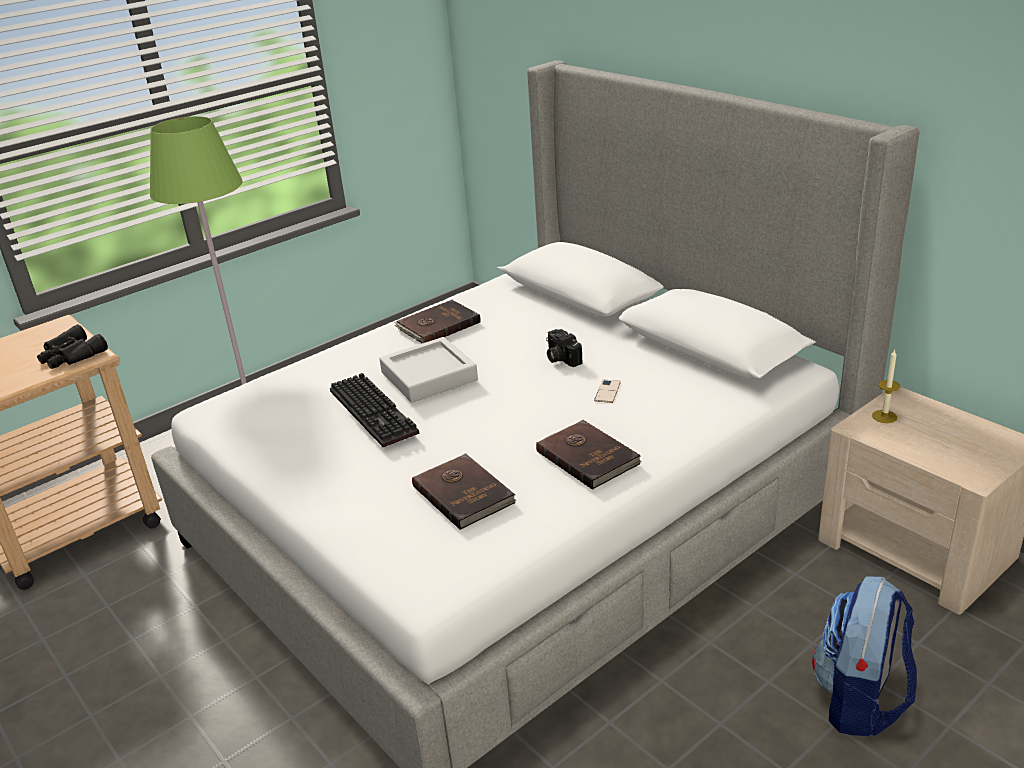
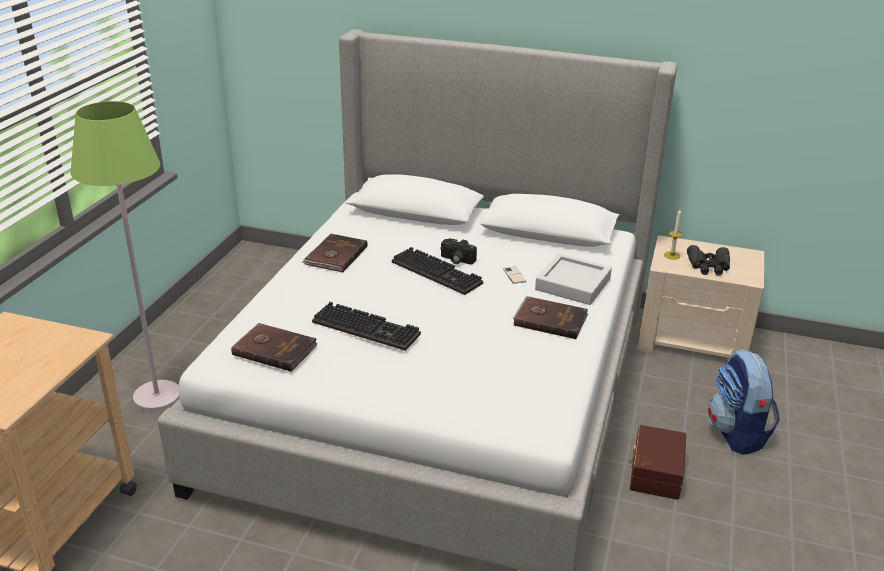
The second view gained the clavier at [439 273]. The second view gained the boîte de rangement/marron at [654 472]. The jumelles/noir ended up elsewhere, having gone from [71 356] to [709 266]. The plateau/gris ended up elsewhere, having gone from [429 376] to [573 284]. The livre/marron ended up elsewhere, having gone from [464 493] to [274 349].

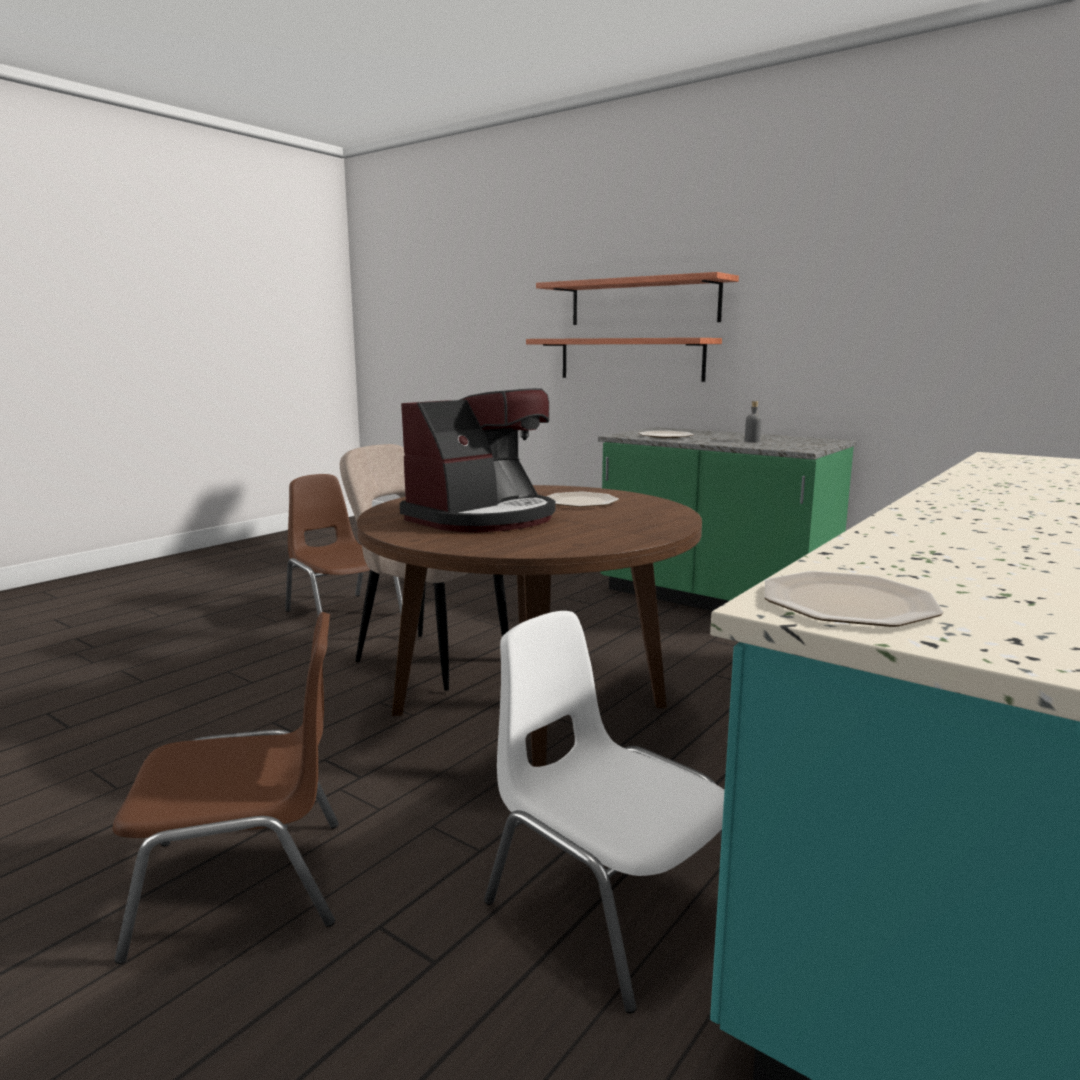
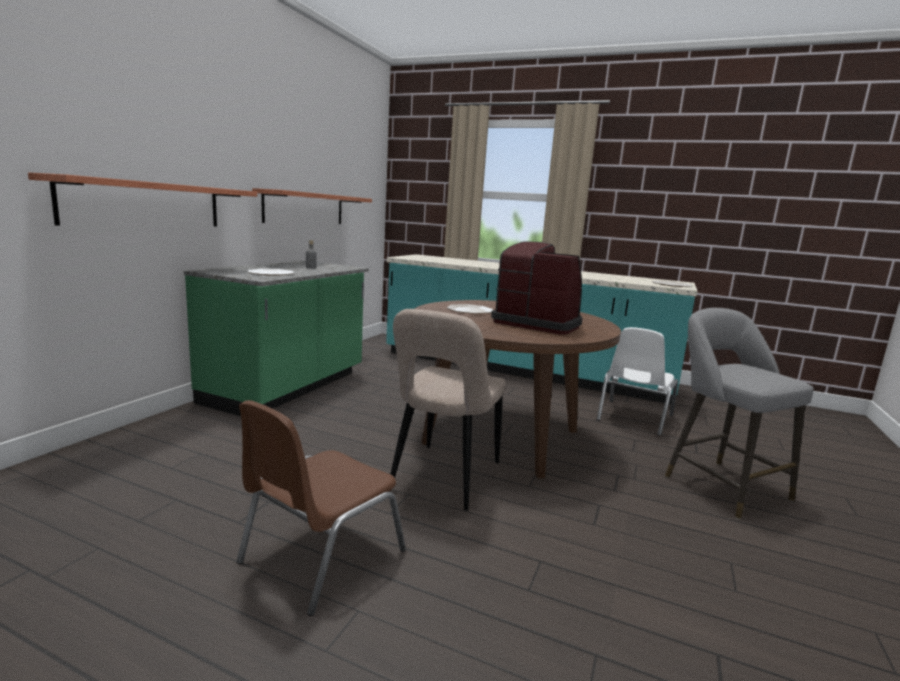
The étagère ended up elsewhere, having gone from [643 302] to [305 208]. Where the chaise/marron stood at [245 884], the tabouret/gris came to stand at [720 485].

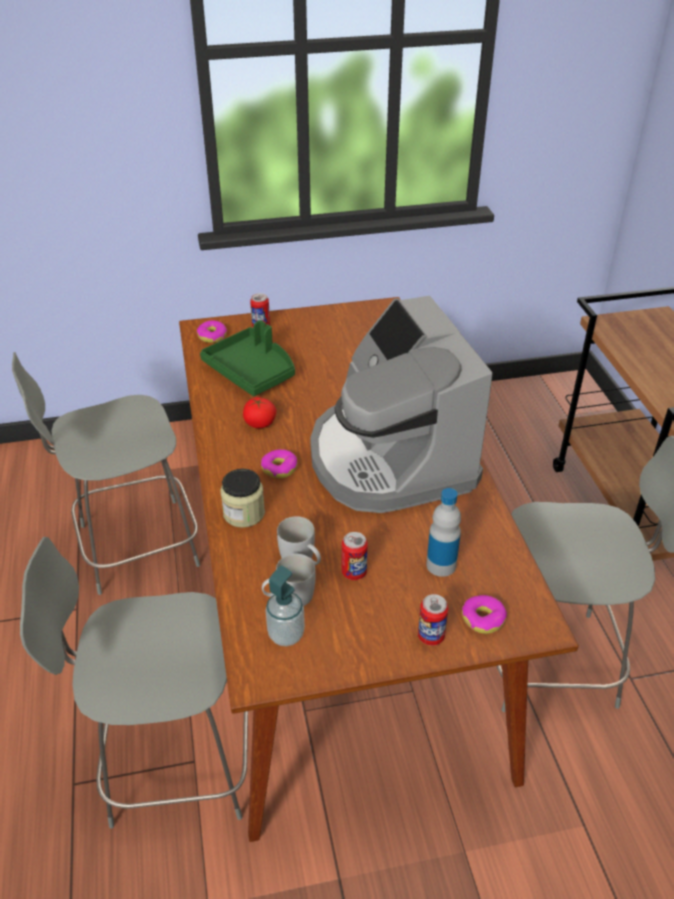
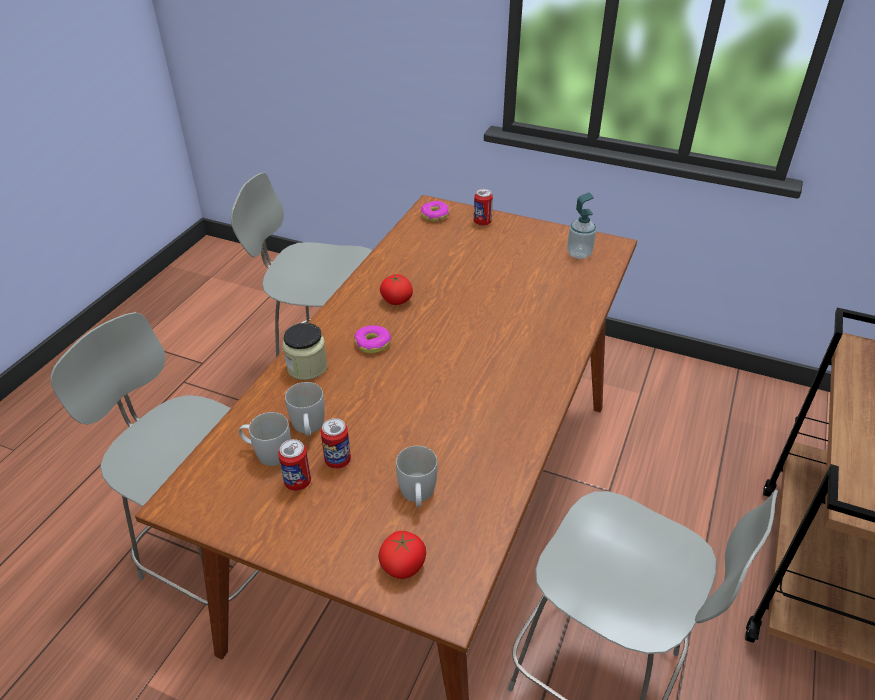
The second view lost the plateau/vert at [252 371]. The second view lost the machine à café at [390 459]. The distributeur de savon ended up elsewhere, having gone from [286 634] to [579 254]. The boîte métallique ended up elsewhere, having gone from [431 636] to [297 482]. Where the bouteille stood at [441 565], the mug/blanc came to stand at [417 495]. Where the beignet stood at [483 618], the tomate came to stand at [402 566].

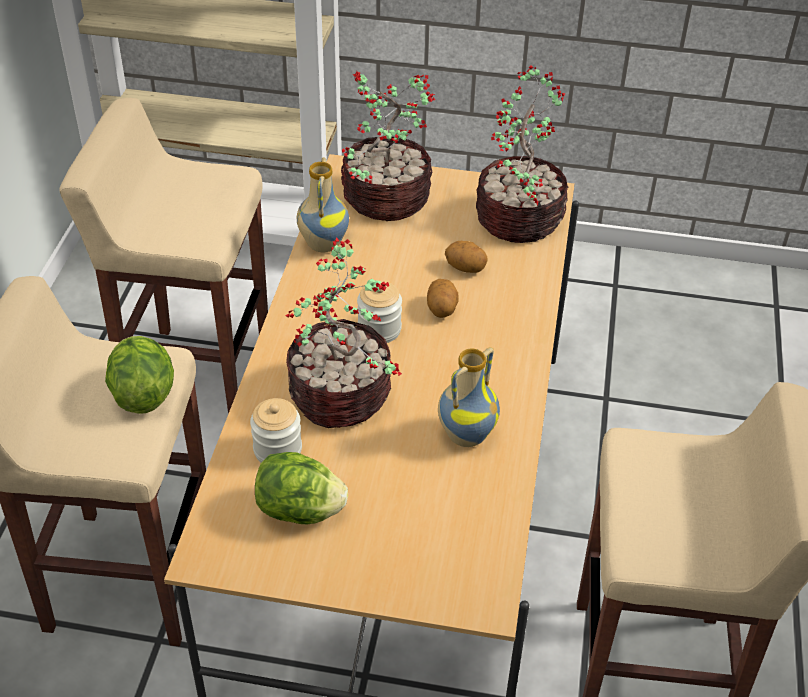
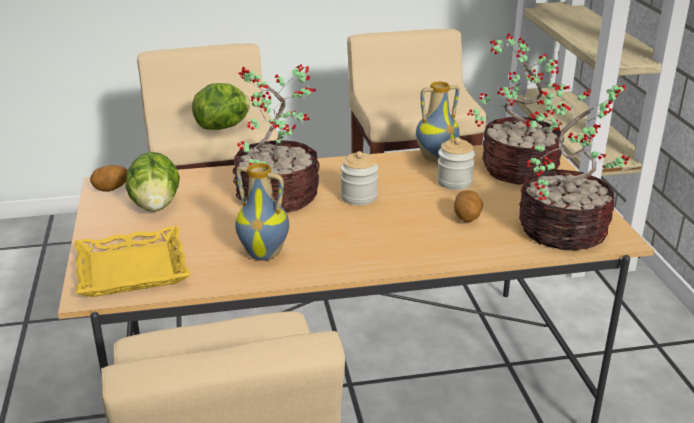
The second view gained the plateau/jaune at [132 269]. The bocal ended up elsewhere, having gone from [277 450] to [454 182]. The pomme de terre ended up elsewhere, having gone from [442 309] to [111 189].

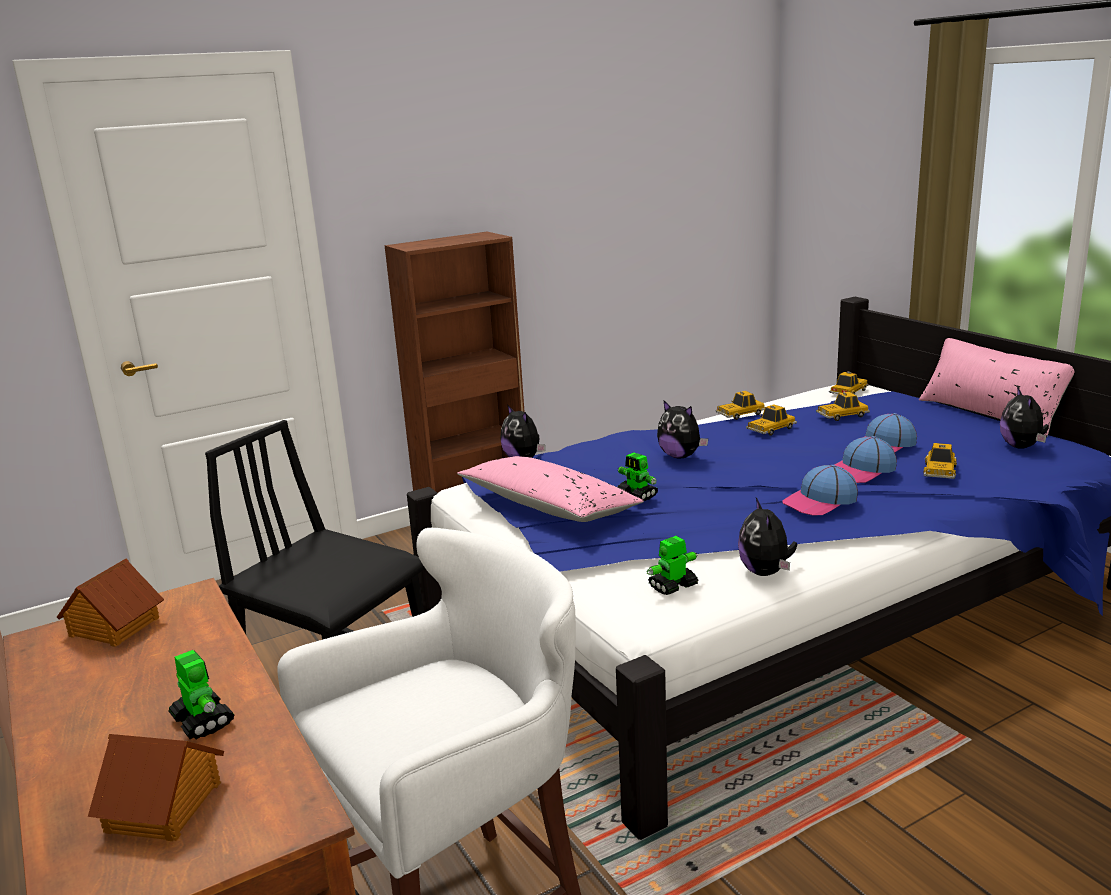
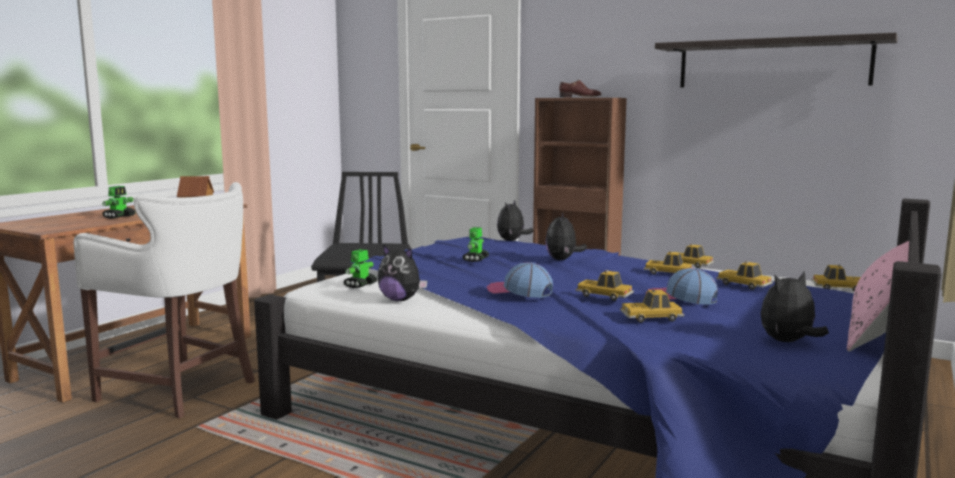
The second view lost the maison miniature at [165 806]. The second view lost the coussin/rose at [549 507]. The second view gained the chaussure/marron at [580 97]. The second view gained the étagère at [772 64]. Where the casquette stood at [861 471], the petite voiture came to stand at [604 296]. The robot jouet at [672 586] ended up facing another way, 90 degrees counterclockwise from before. The peluche at [766 572] ended up facing another way, 120 degrees counterclockwise from before.

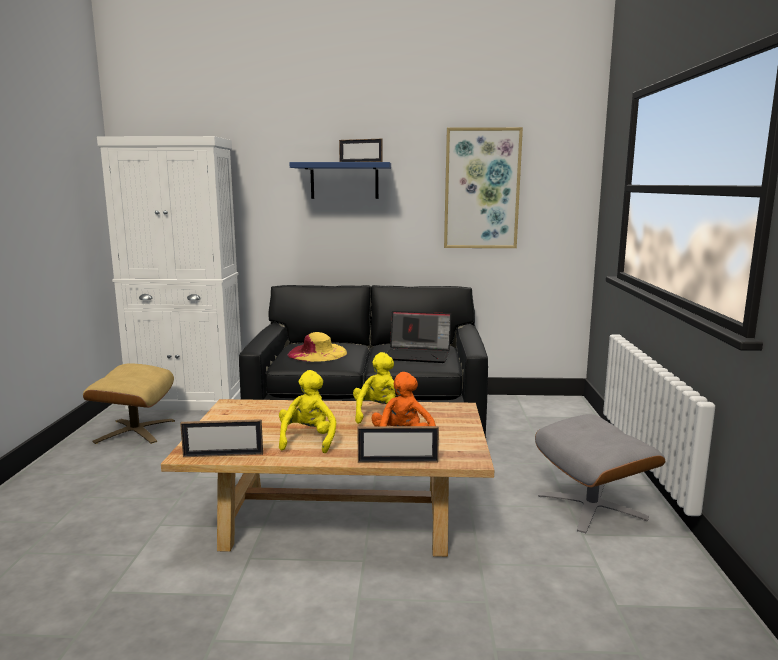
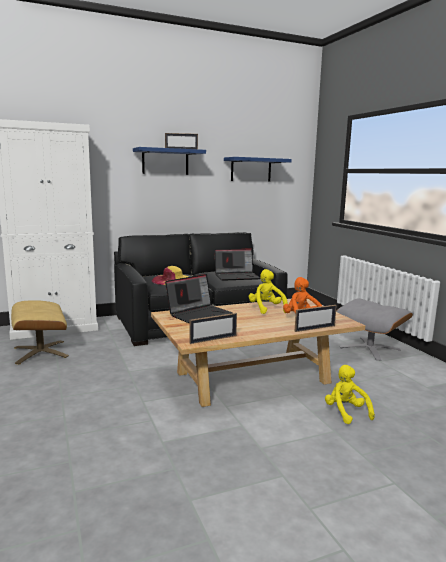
The second view gained the ordinateur portable at [199 314]. The peluche/jaune ended up elsewhere, having gone from [308 440] to [346 412]. Where the tableau hung at [482 189], the étagère/bleu came to hang at [251 169].

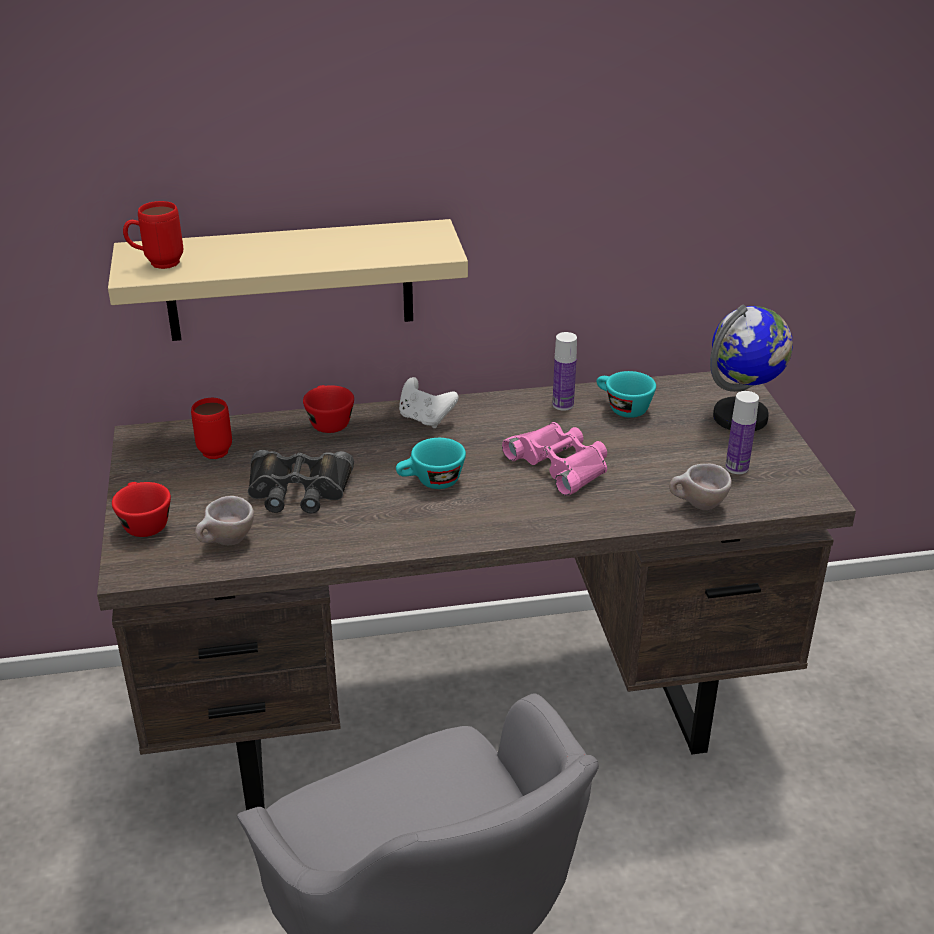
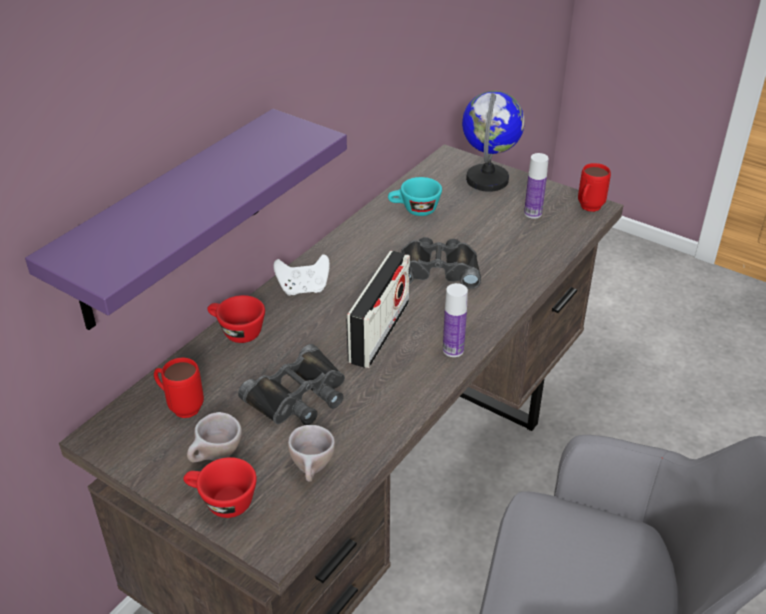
The mug/rouge ended up elsewhere, having gone from [157 264] to [588 209]. The bouteille ended up elsewhere, having gone from [563 405] to [453 350]. The tasse/beige ended up elsewhere, having gone from [697 506] to [215 458]. Where the tasse/turquoise stood at [431 482], the radio came to stand at [379 332]. What was the étagère/beige at [290 280] turned into the étagère/violet at [170 221]. What was the jumelles/rose at [561 464] turned into the jumelles/noir at [437 269].

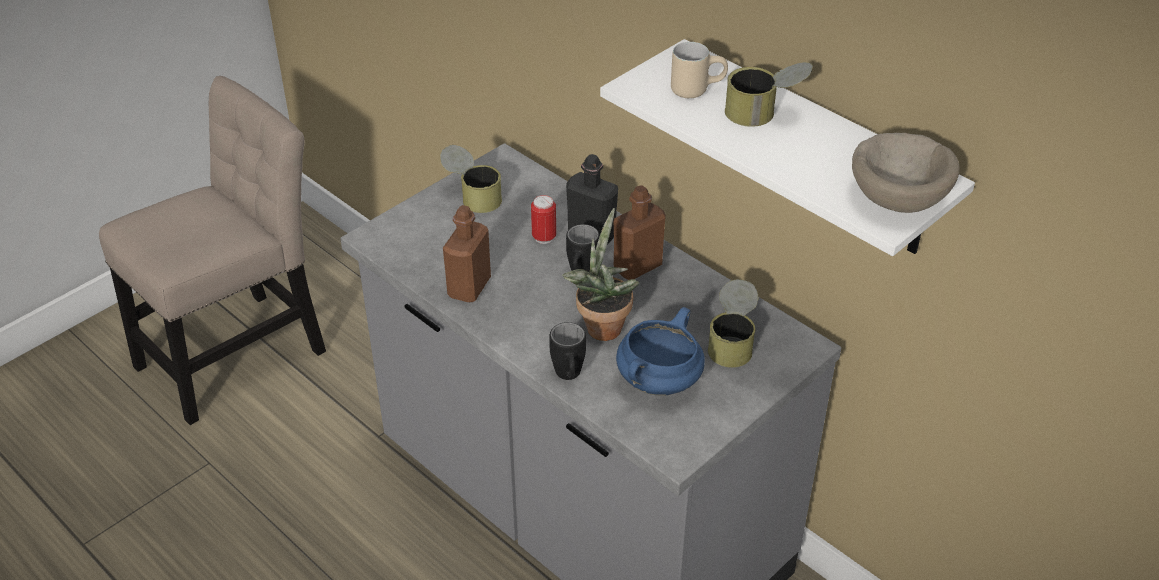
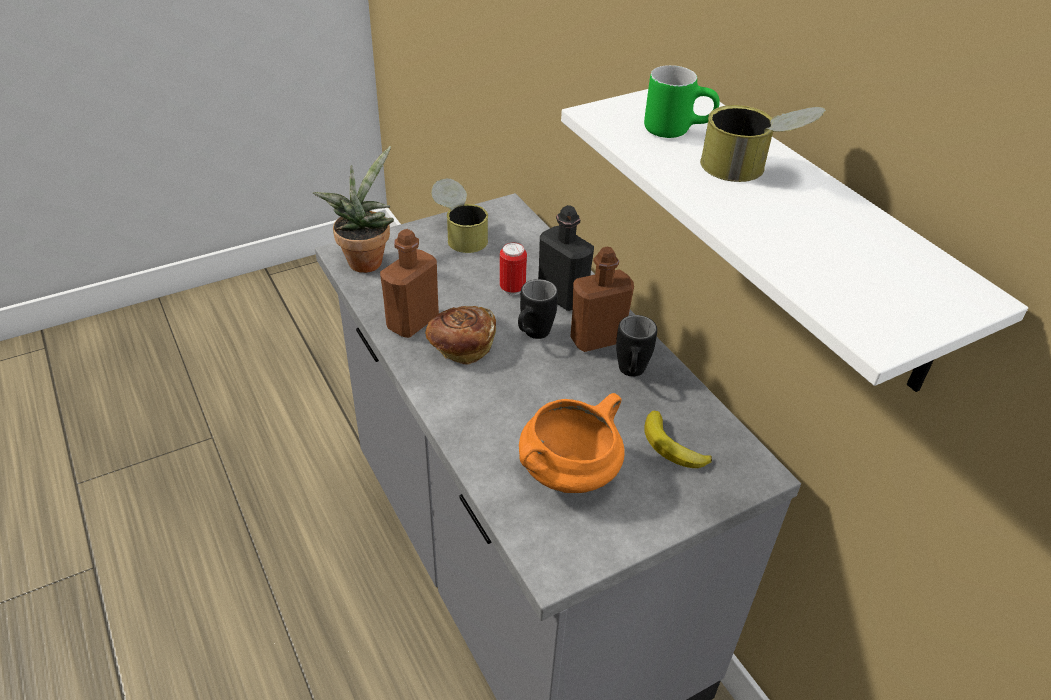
The second view lost the chaise/beige at [238 352]. The second view lost the bol/beige at [899 197]. The second view gained the pain at [461 346]. The mug/noir ended up elsewhere, having gone from [569 377] to [631 374]. The plante en pot ended up elsewhere, having gone from [601 325] to [365 259]. Where the boîte métallique stood at [732 342], the banane came to stand at [672 447]. What was the marmite/bleu at [659 383] turned into the marmite/orange at [568 474]. What was the mug/beige at [696 88] turned into the mug/vert at [677 129].

